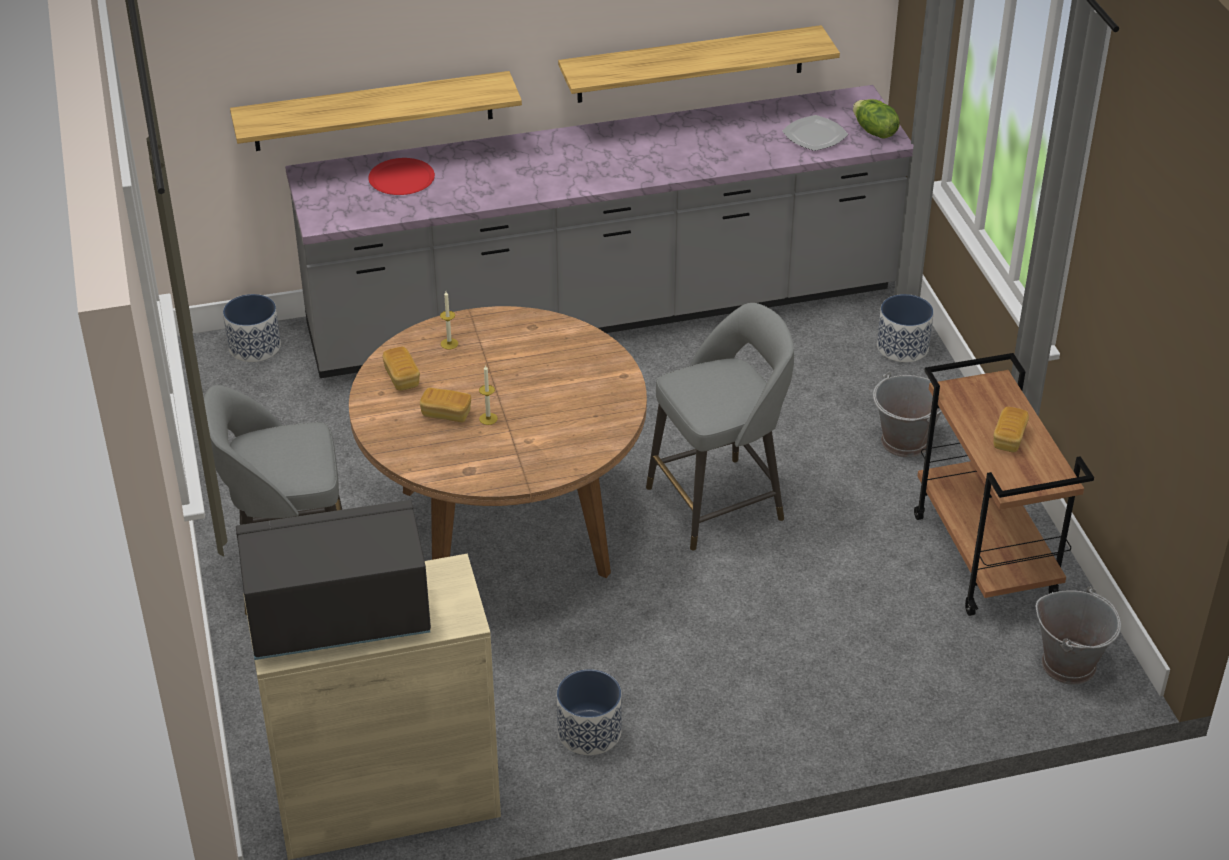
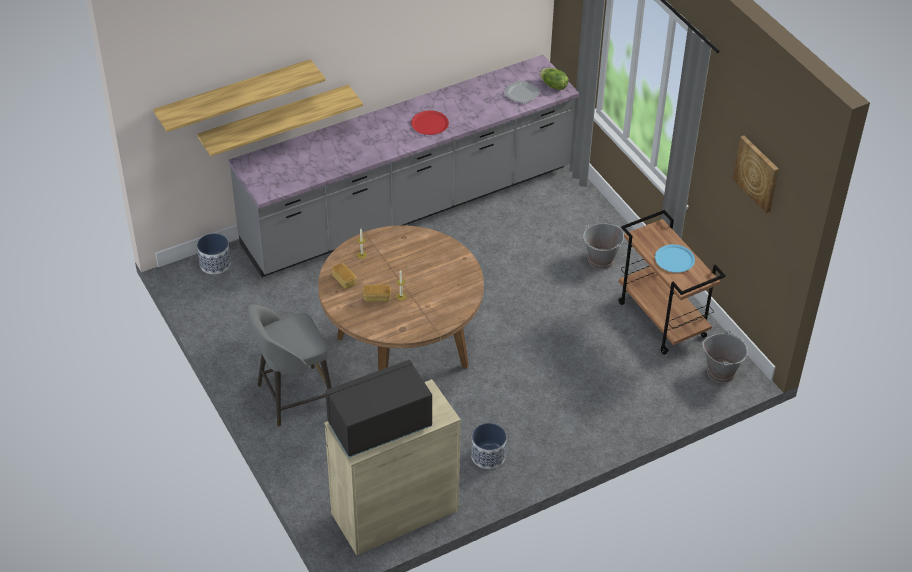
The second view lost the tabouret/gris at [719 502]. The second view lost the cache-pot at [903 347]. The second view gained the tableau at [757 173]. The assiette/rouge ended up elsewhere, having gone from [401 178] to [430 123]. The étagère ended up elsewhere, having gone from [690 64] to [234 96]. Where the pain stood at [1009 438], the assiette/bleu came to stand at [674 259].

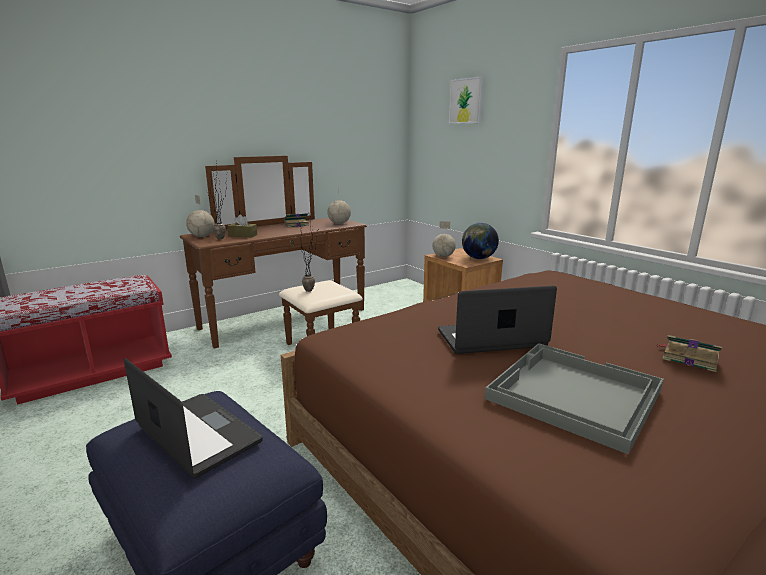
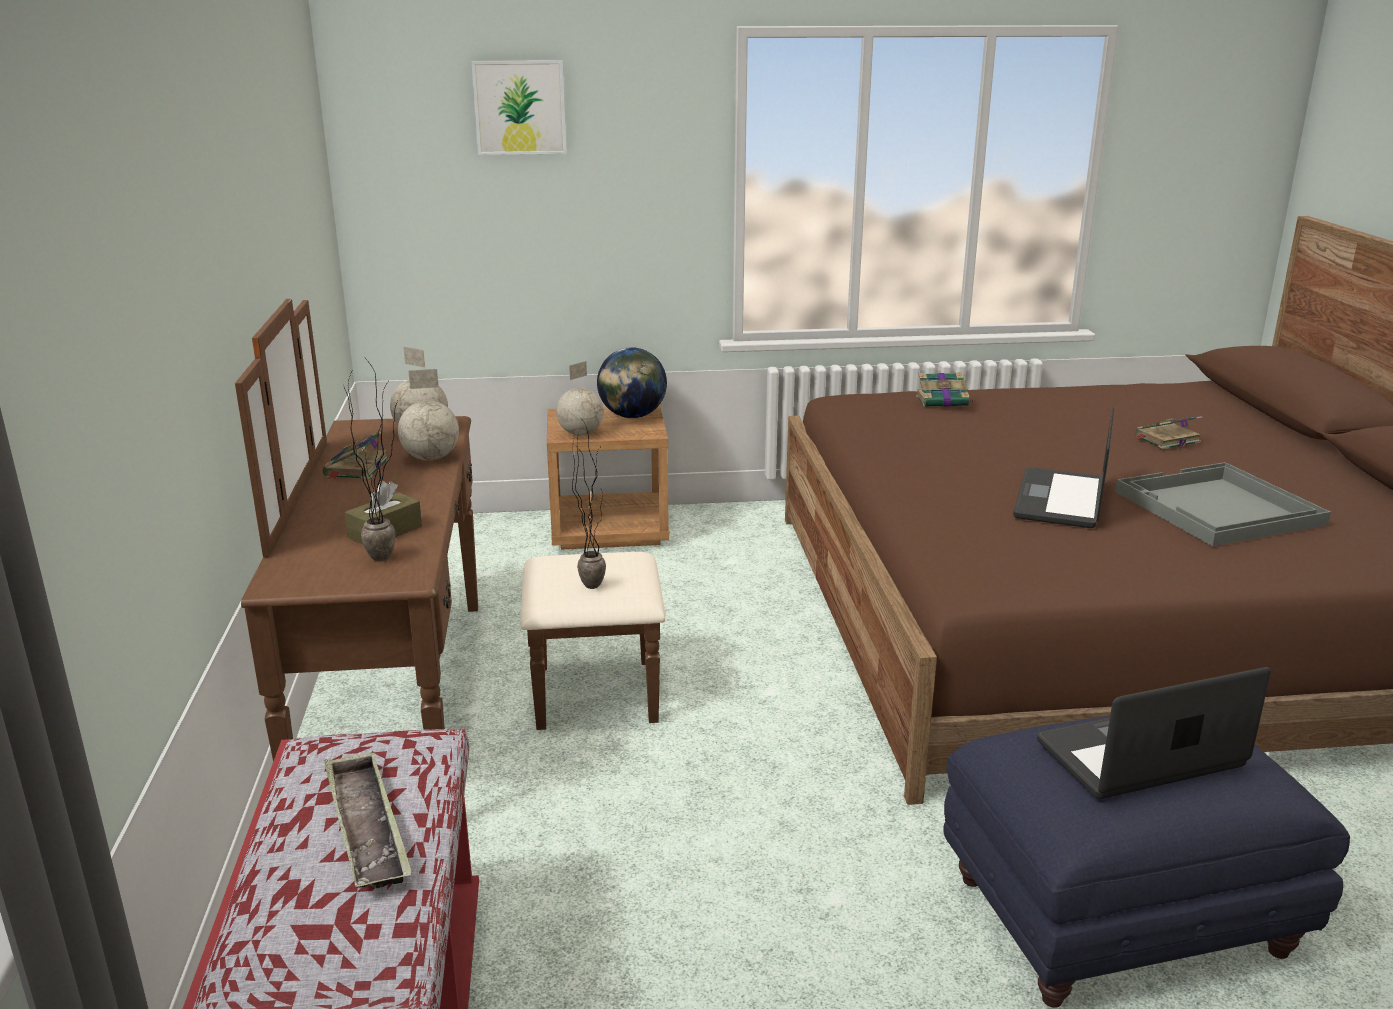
The second view gained the plateau at [367 828]. The second view gained the livre at [943 401]. The globe ended up elsewhere, having gone from [202 236] to [430 458].

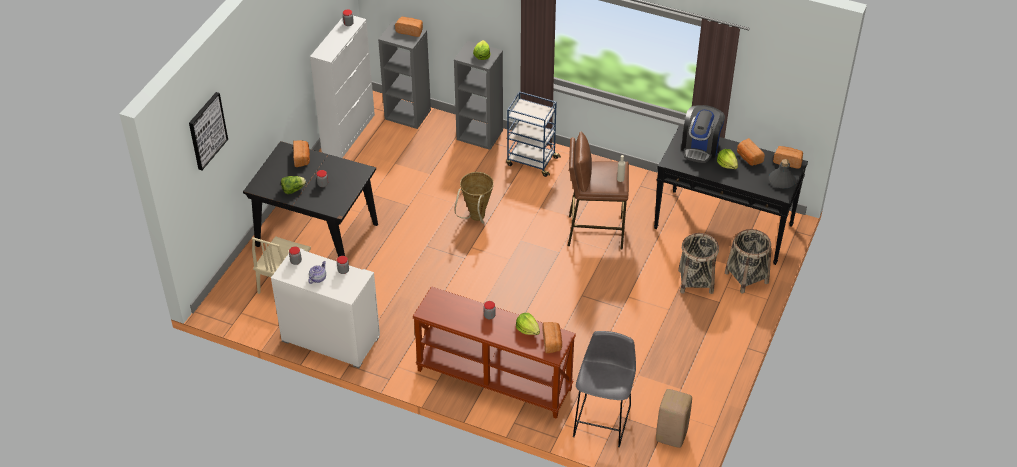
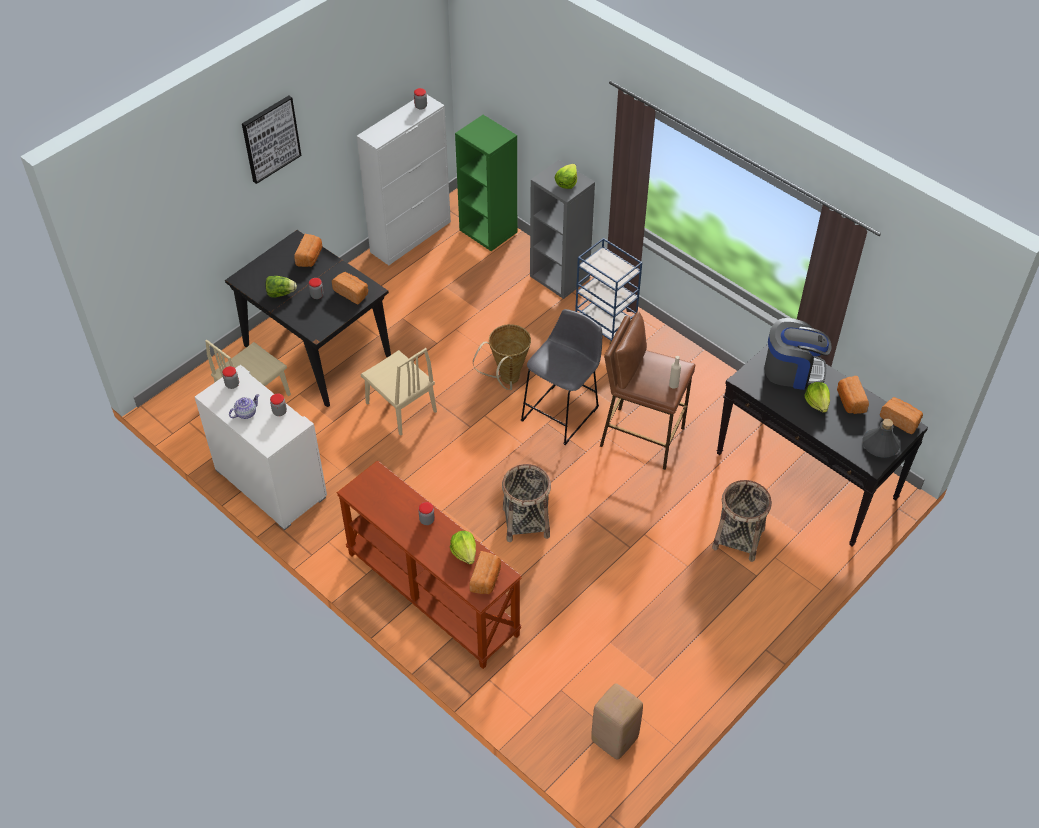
The second view gained the chaise/beige at [401 407]. The tableau ended up elsewhere, having gone from [207 130] to [270 138]. The pain ended up elsewhere, having gone from [410 31] to [352 293]. The tabouret/gris ended up elsewhere, having gone from [603 418] to [562 411]. The panier ended up elsewhere, having gone from [746 277] to [526 522]. What was the bibliothèque/gris at [408 114] turned into the bibliothèque/vert at [489 231]. The machine à café at [700 147] ended up facing another way, 120 degrees counterclockwise from before.

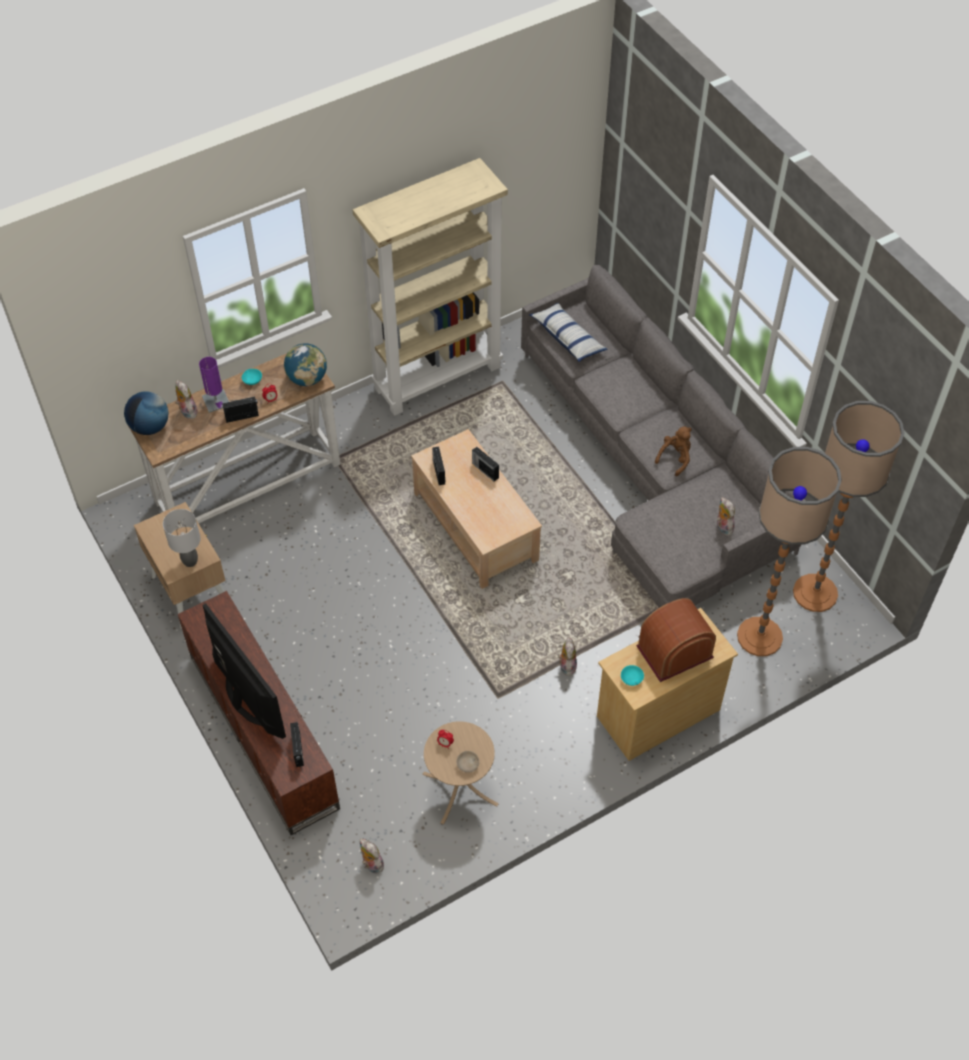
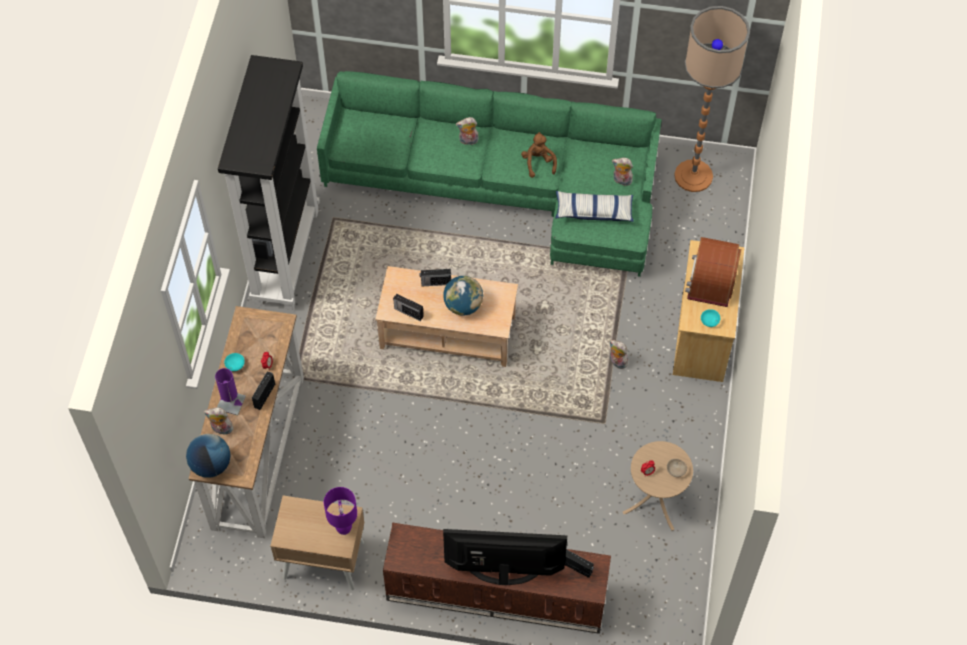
The second view lost the lampadaire at [760 637]. The globe ended up elsewhere, having gone from [307 378] to [463 305]. The peluche ended up elsewhere, having gone from [371 864] to [468 141]. The coussin ended up elsewhere, having gone from [567 338] to [594 211]. What was the lampe de table/gris at [190 562] turned into the lampe de table/violet at [344 528]. What was the bibliothèque/beige at [438 377] turned into the bibliothèque/noir at [285 255]. What was the canapé/gris at [654 468] turned into the canapé/vert at [505 186].

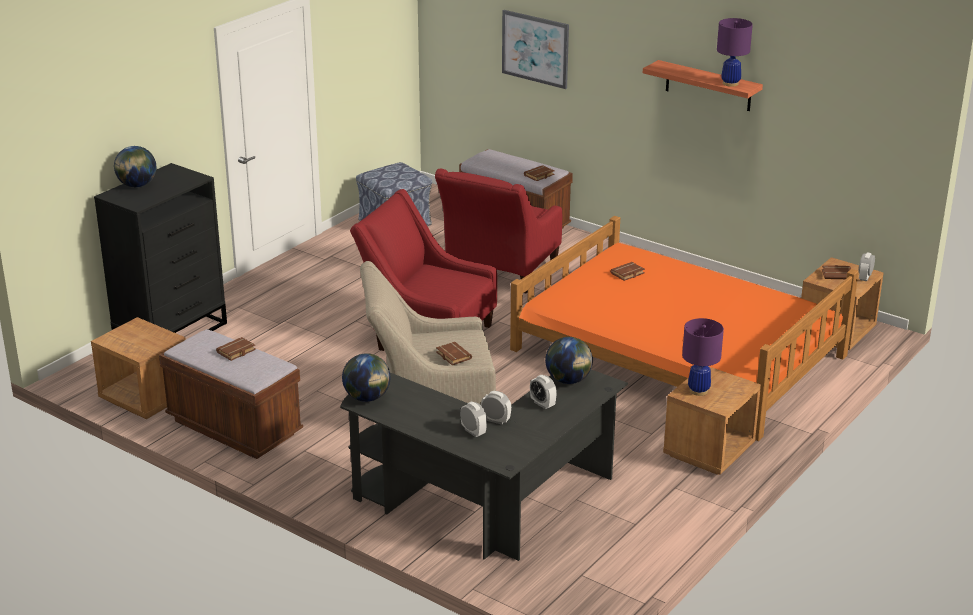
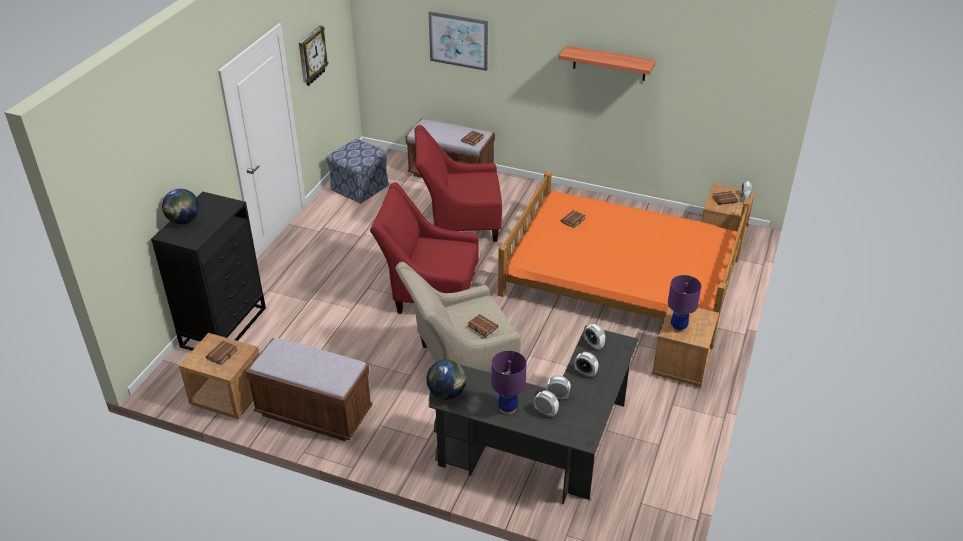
The second view gained the horloge murale at [311 56]. The livre/marron ended up elsewhere, having gone from [236 352] to [222 355]. The lampe de table/violet ended up elsewhere, having gone from [730 83] to [507 408]. Where the globe stood at [568 380], the réveil came to stand at [594 345]. The fauteuil/rouge at [499 273] ended up facing another way, 75 degrees clockwise from before.

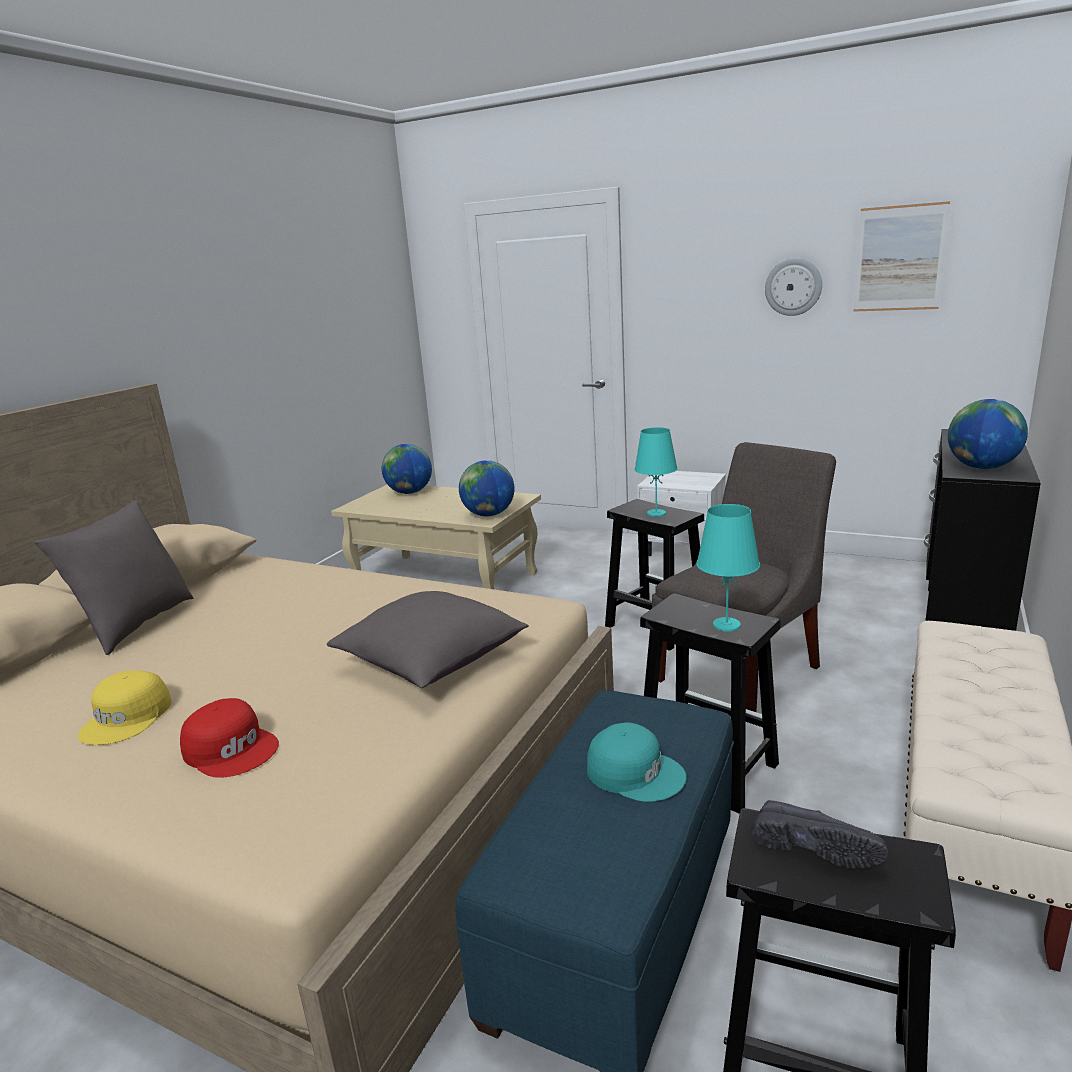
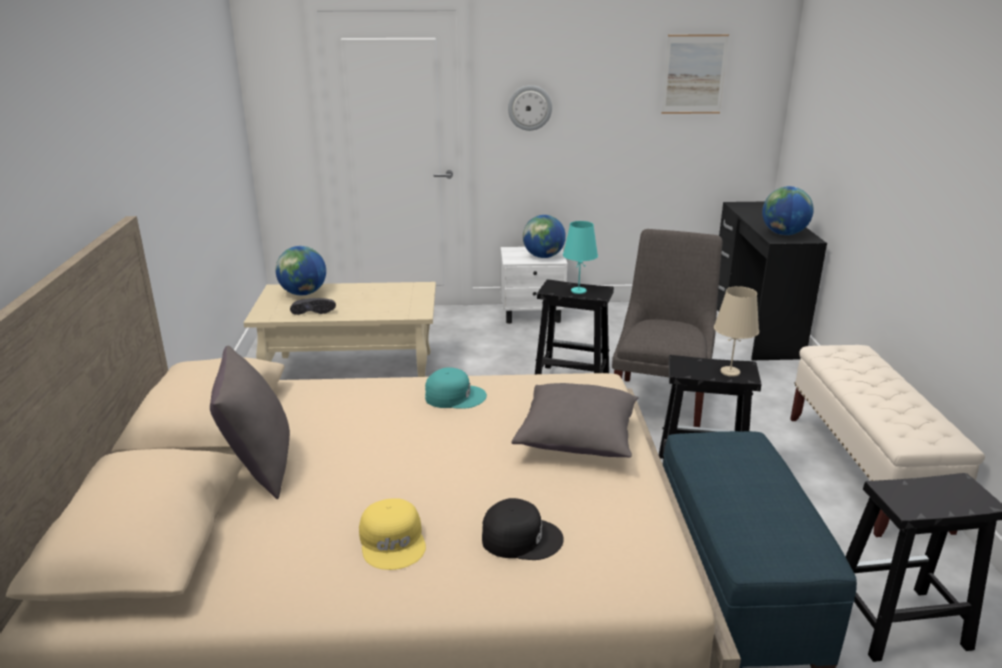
The globe ended up elsewhere, having gone from [489 515] to [543 257]. The casquette/turquoise ended up elsewhere, having gone from [635 772] to [454 396]. The chaussure/noir ended up elsewhere, having gone from [815 846] to [313 311]. The horloge murale ended up elsewhere, having gone from [793 287] to [529 107]. What was the casquette/rouge at [232 748] turned into the casquette/noir at [521 537]. What was the lampe de table/turquoise at [726 625] turned into the lampe de table/beige at [730 372].

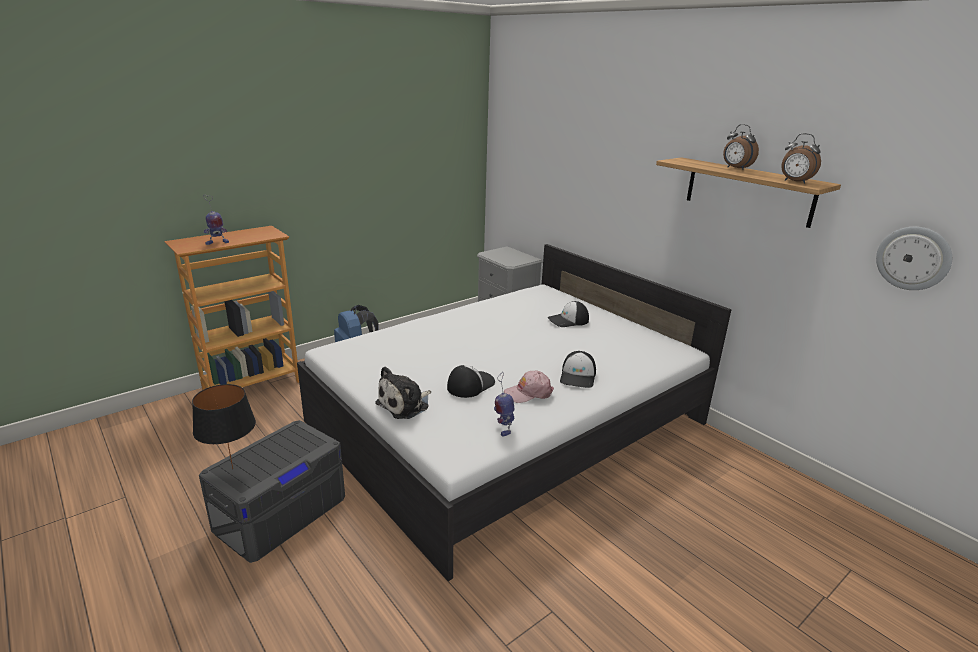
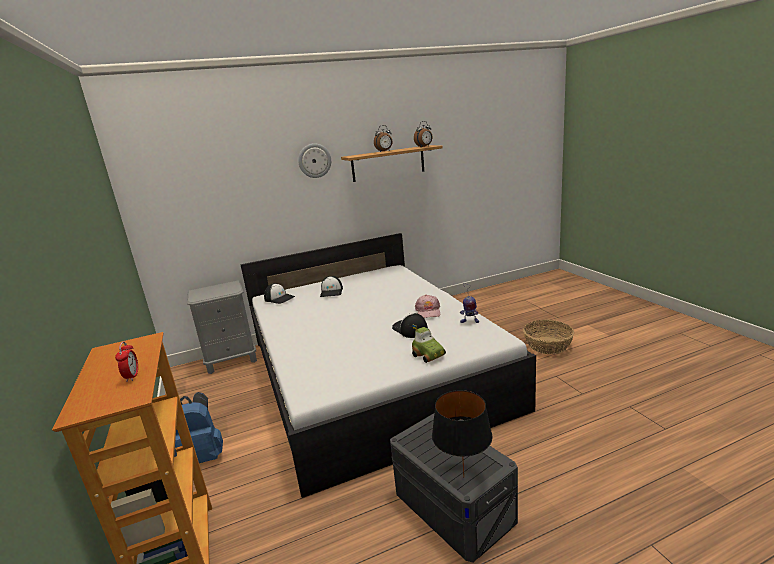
The second view gained the panier at [548 345]. The casquette ended up elsewhere, having gone from [578 376] to [279 298]. The horloge murale ended up elsewhere, having gone from [913 258] to [314 160]. Where the robot jouet stood at [217 243], the réveil came to stand at [132 376]. Where the peluche stood at [405 405], the petite voiture came to stand at [429 355].

